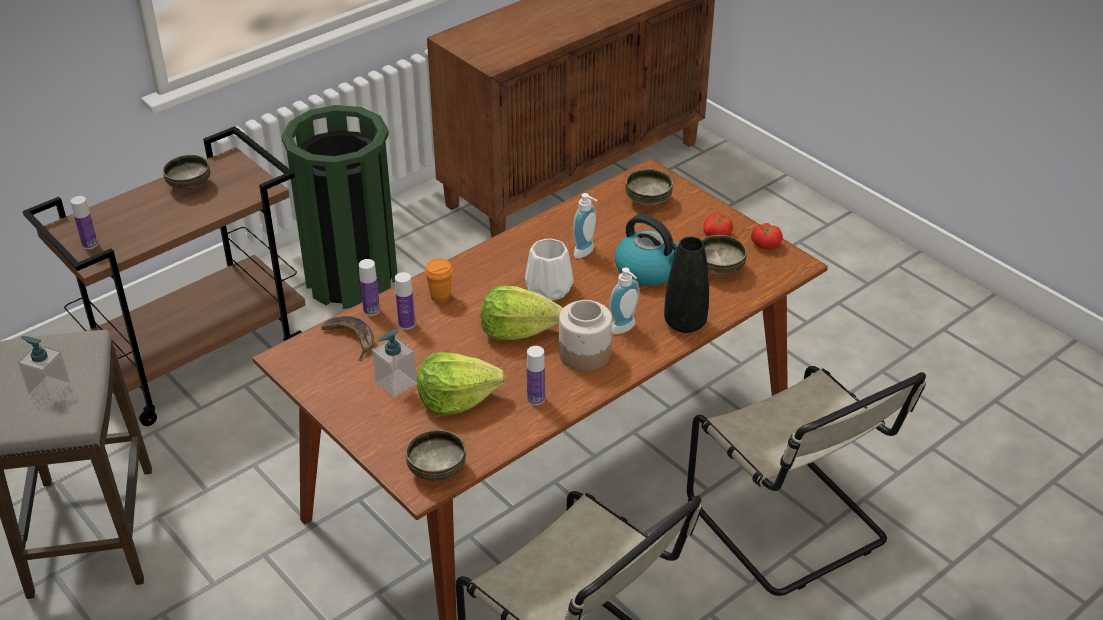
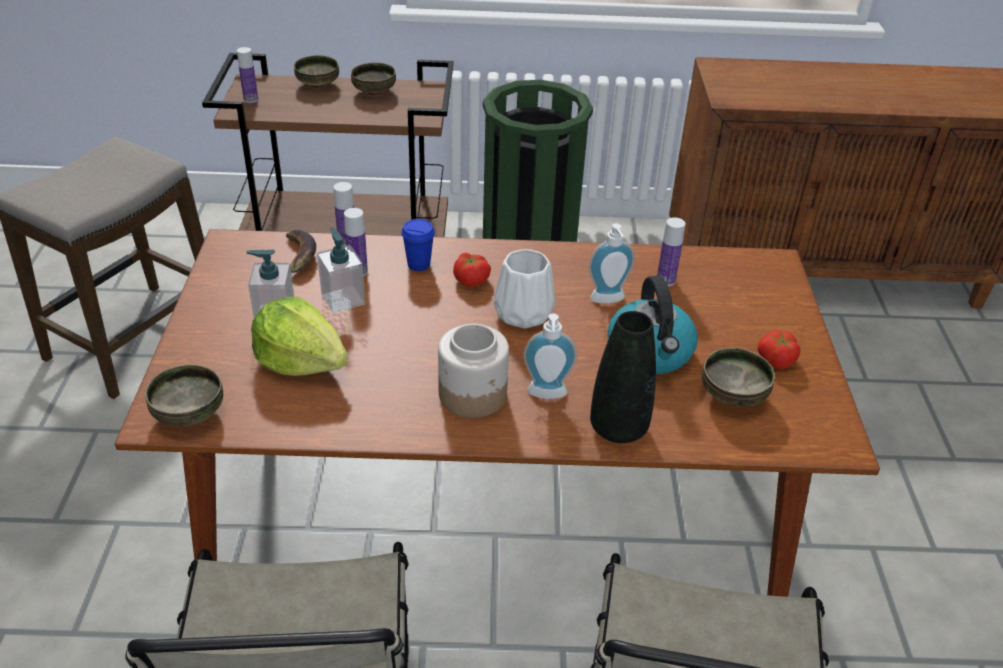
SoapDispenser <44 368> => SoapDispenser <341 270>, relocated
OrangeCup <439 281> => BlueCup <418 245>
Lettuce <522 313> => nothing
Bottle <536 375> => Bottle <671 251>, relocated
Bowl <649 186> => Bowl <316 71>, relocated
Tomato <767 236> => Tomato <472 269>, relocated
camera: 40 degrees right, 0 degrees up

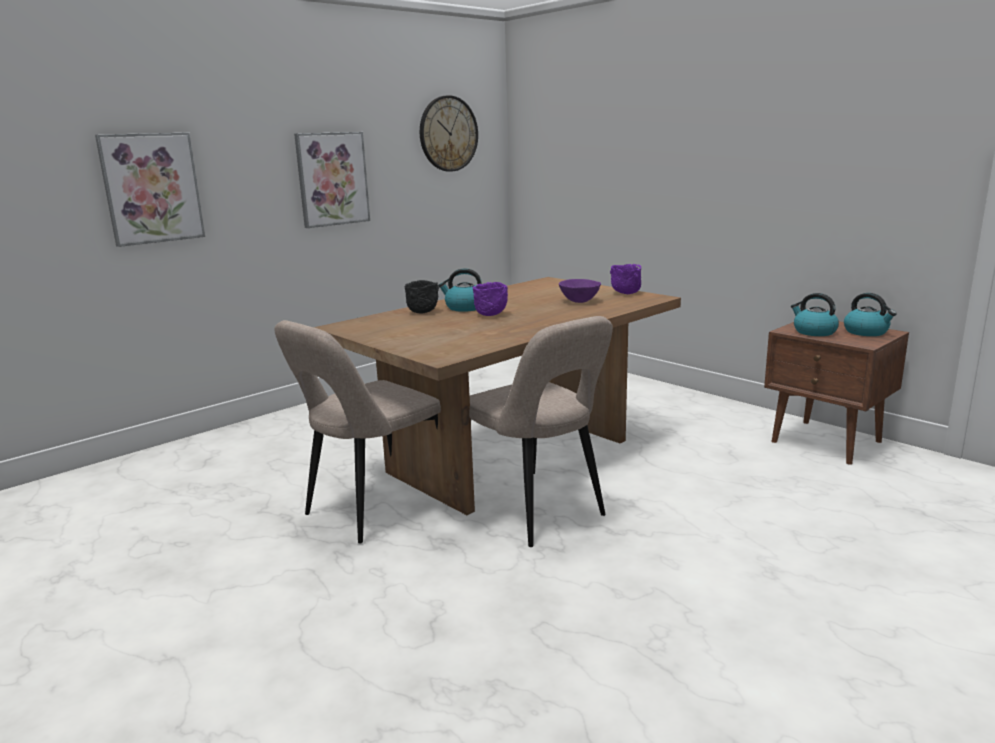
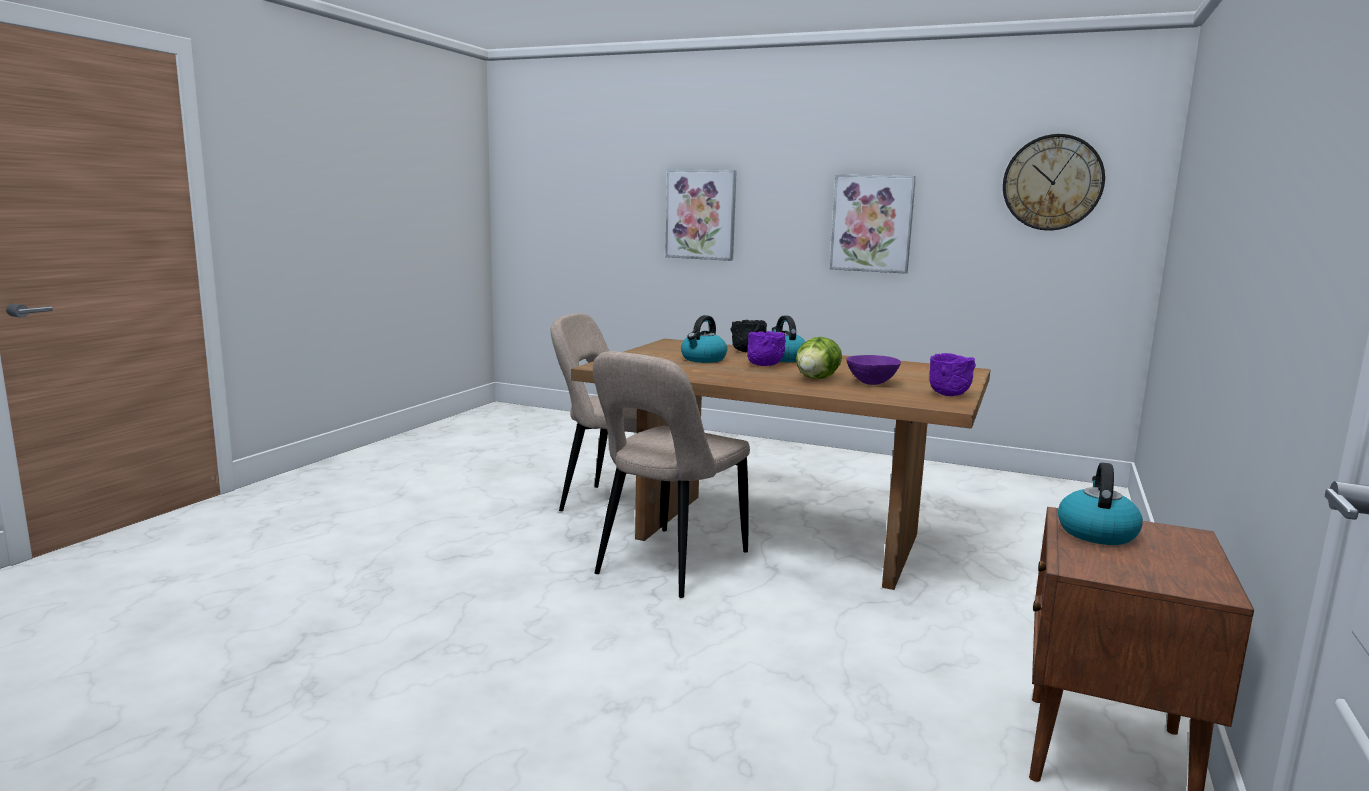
Kettle <870 314> => Kettle <704 339>, relocated
nothing => Lettuce <819 358>
camera: 65 degrees right, 5 degrees down

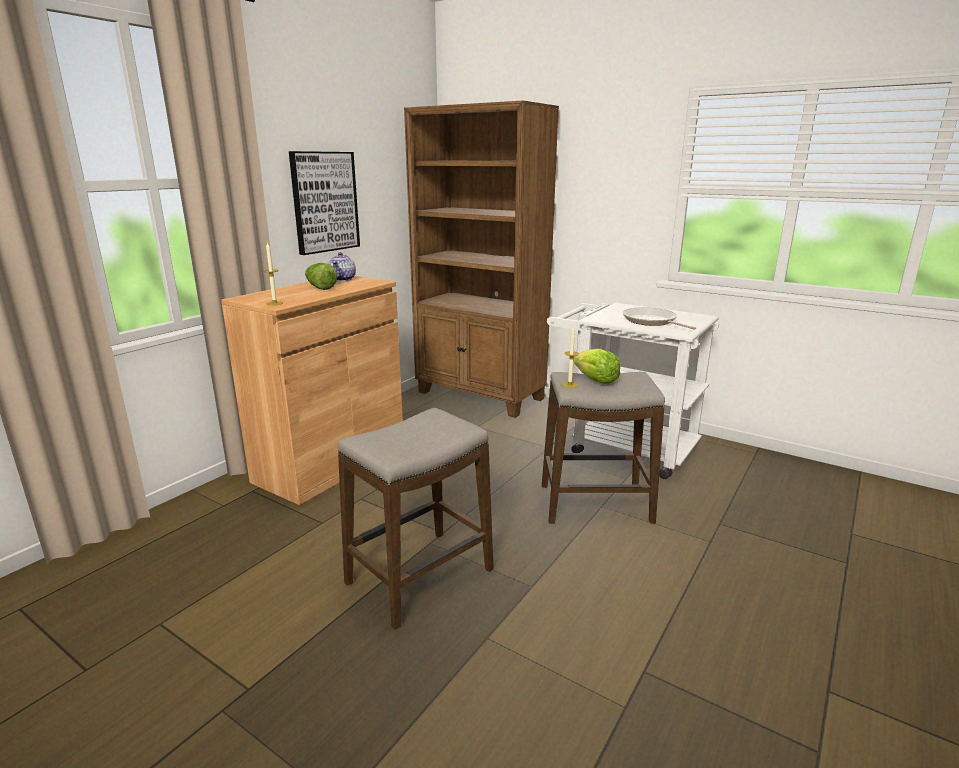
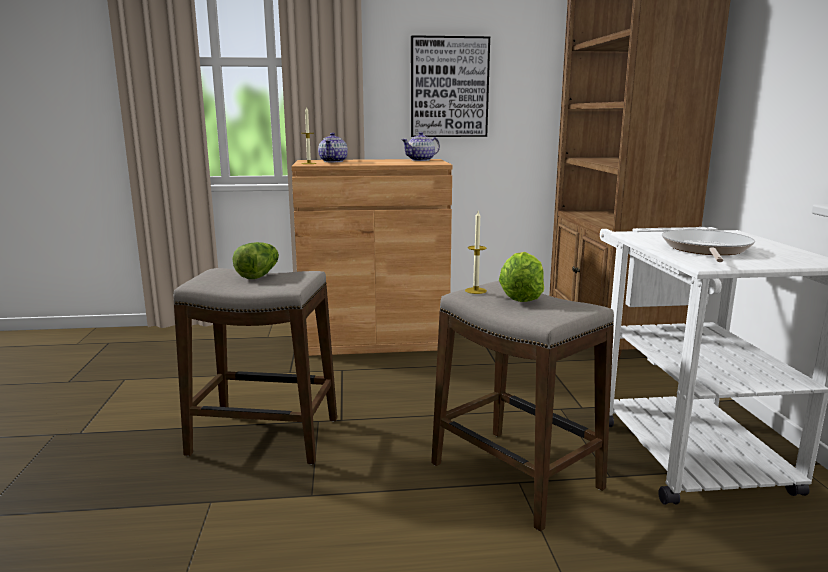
Lettuce <321 276> => Lettuce <255 260>, relocated
nothing => Teapot <333 147>
camera: 50 degrees right, 5 degrees down

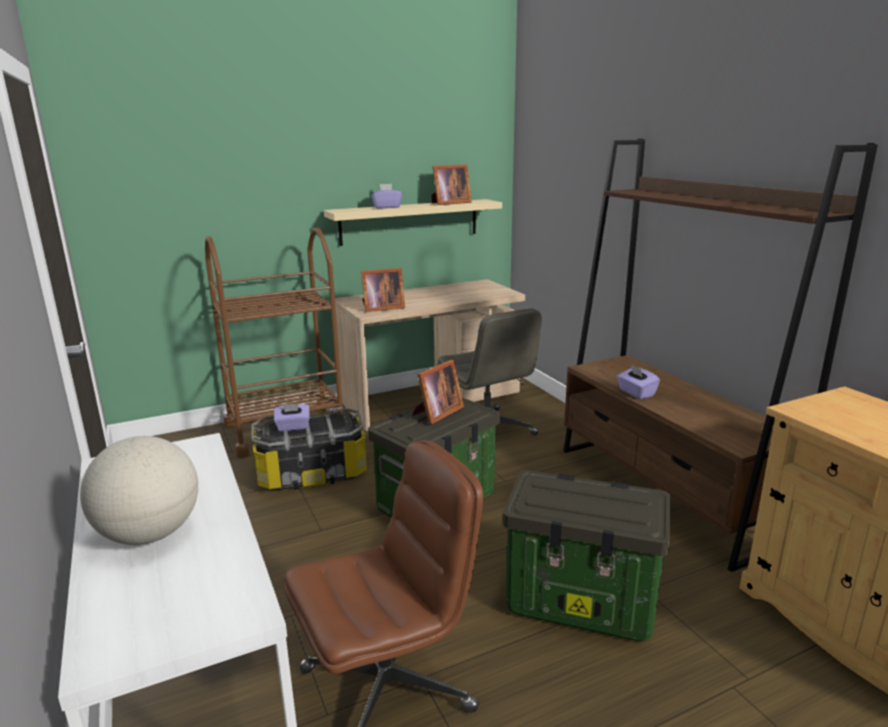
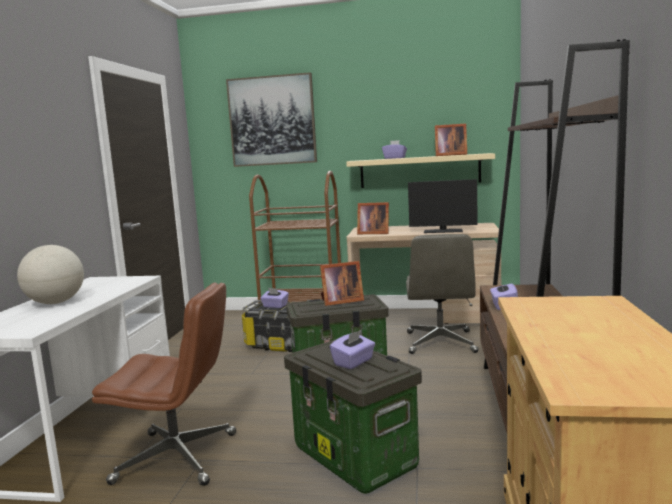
nothing => Picture <271 119>
nothing => PurpleTissueBox <352 349>
nothing => Monitor <443 206>
camera: 35 degrees right, 10 degrees down

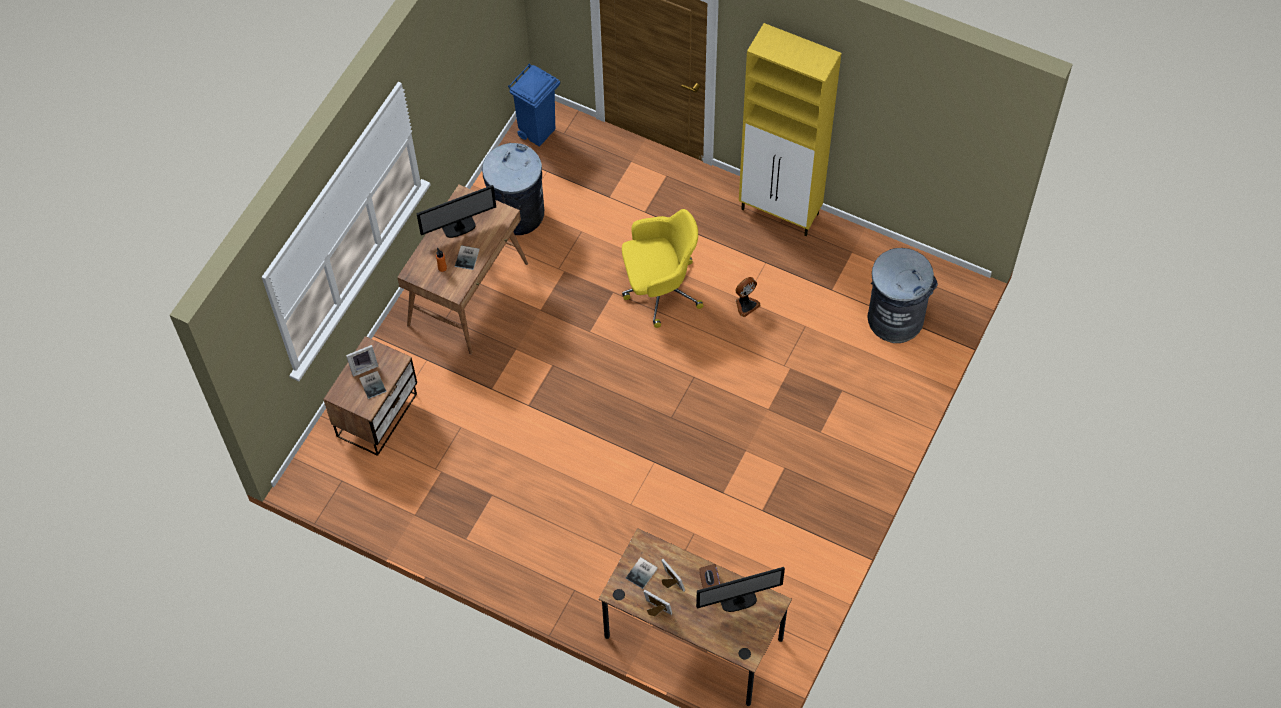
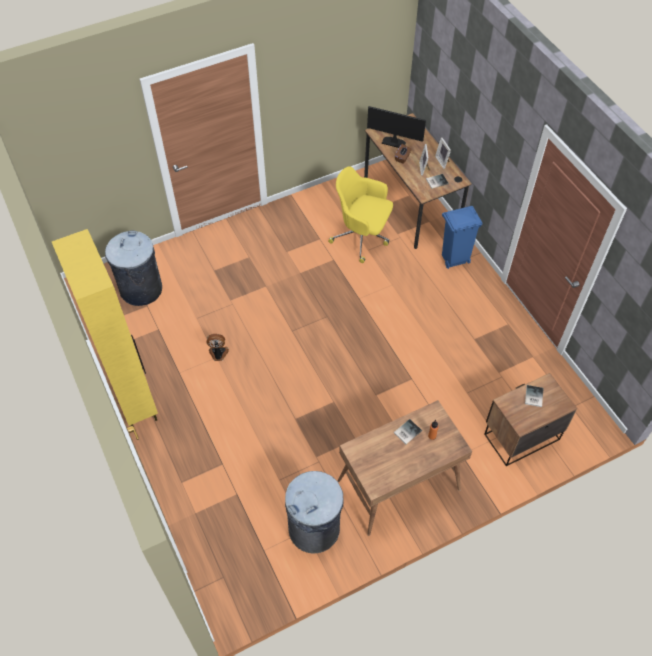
PictureFrame <362 361> => nothing
Monitor <456 211> => nothing
BlueTrashCan <534 105> => BlueTrashCan <462 237>, relocated
YellowOfficeChair <662 268> => YellowOfficeChair <360 214>, relocated
camera: 145 degrees left, 5 degrees down

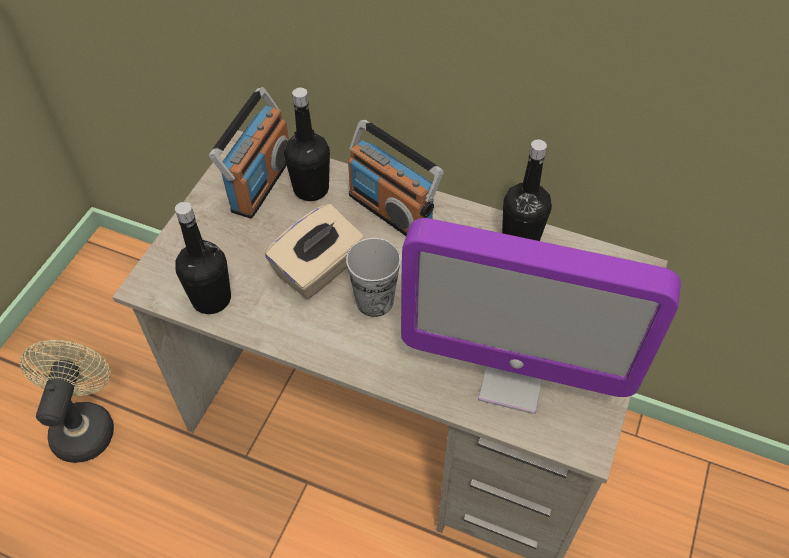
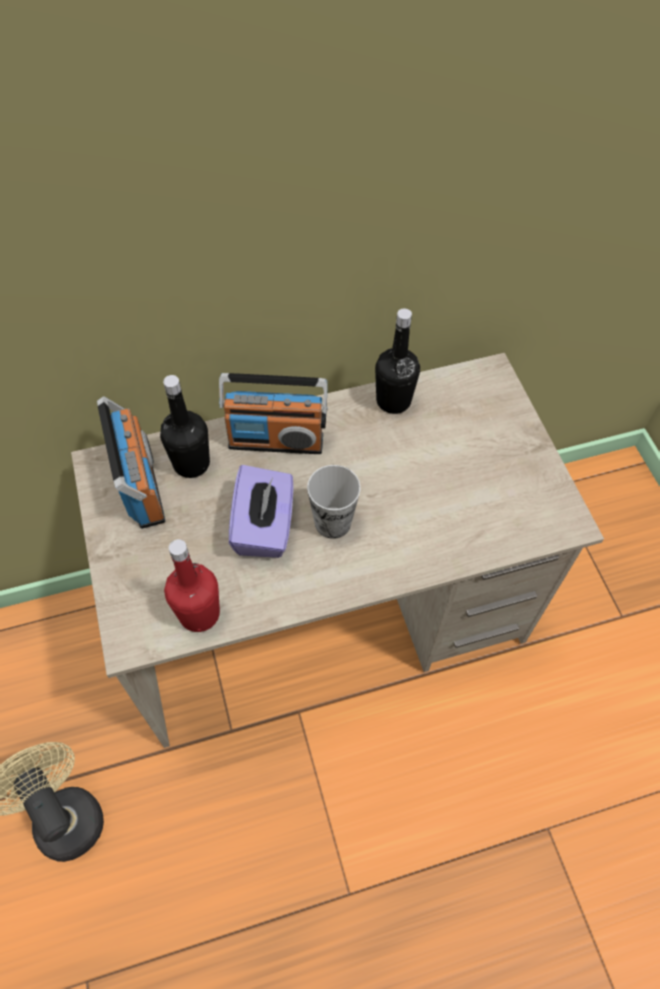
BlackBottle <203 258> => RedBottle <192 585>
BeigeTissueBox <315 251> => PurpleTissueBox <261 511>
Monitor <541 316> => nothing
camera: 40 degrees left, 5 degrees up

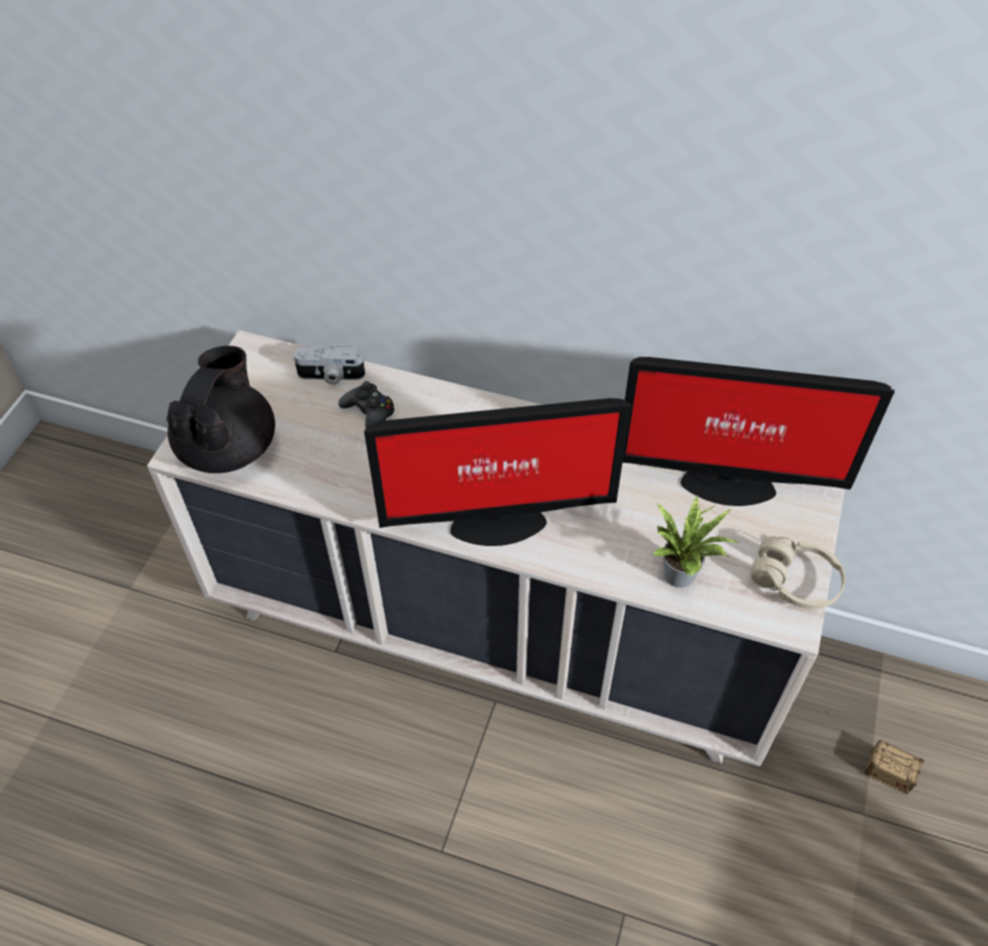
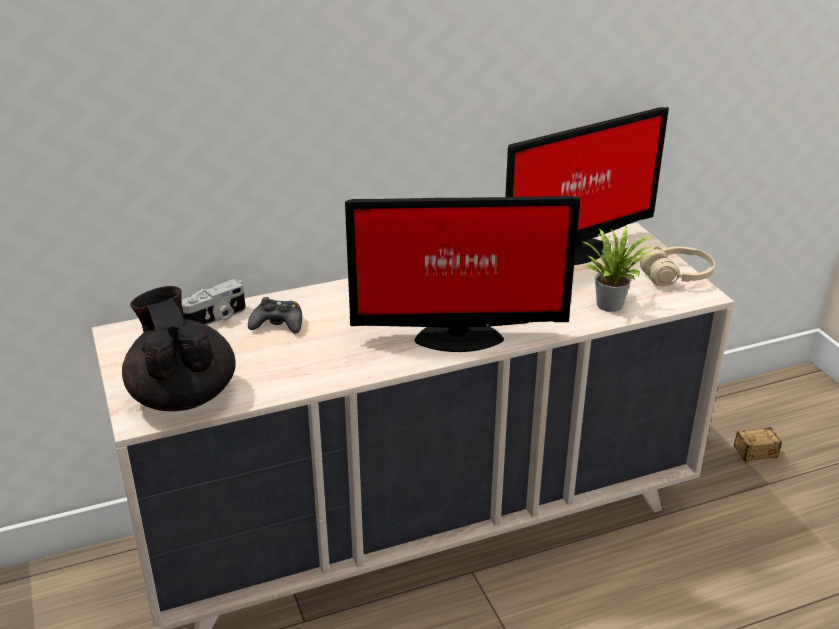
Monitor <497 472> => Monitor <462 274>, 45 degrees clockwise
camera: 40 degrees left, 20 degrees down

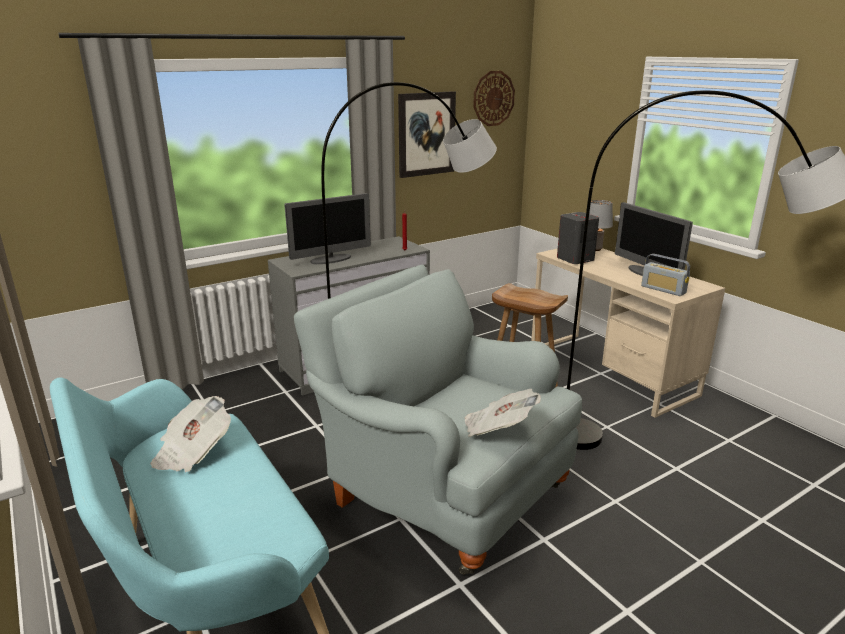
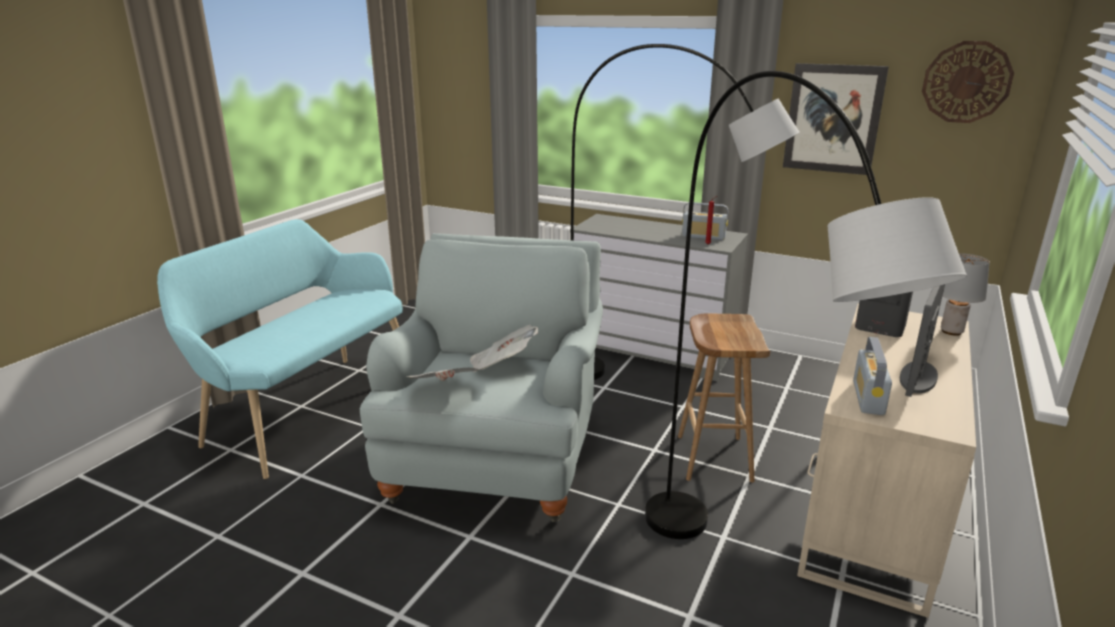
Newspaper <191 434> => Newspaper <504 348>, relocated
Monitor <327 228> => nothing
nothing => Radio <705 221>
camera: 60 degrees right, 0 degrees up

